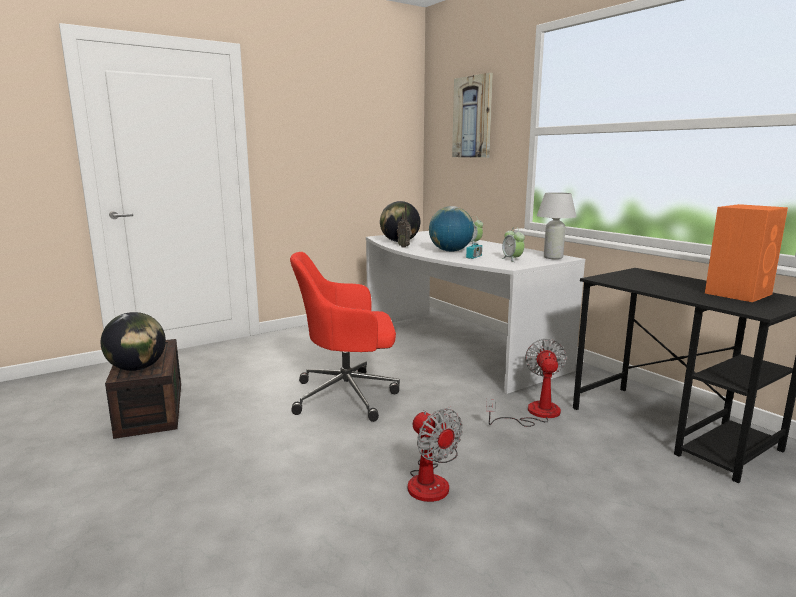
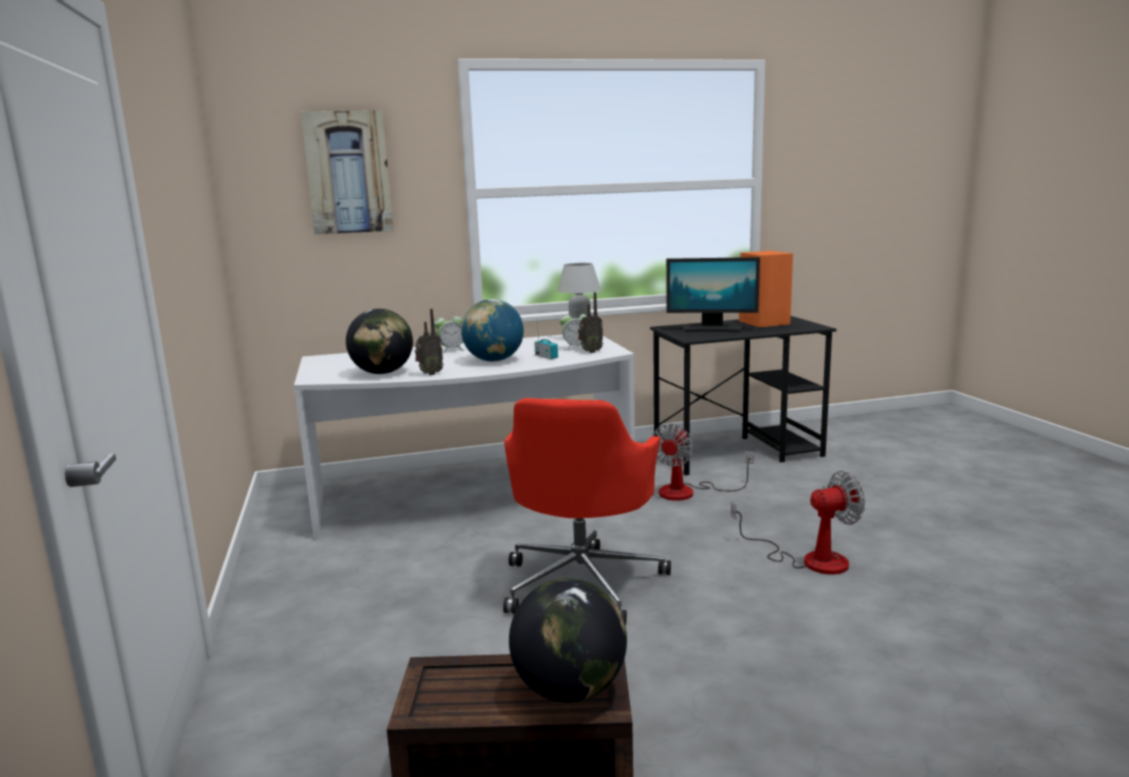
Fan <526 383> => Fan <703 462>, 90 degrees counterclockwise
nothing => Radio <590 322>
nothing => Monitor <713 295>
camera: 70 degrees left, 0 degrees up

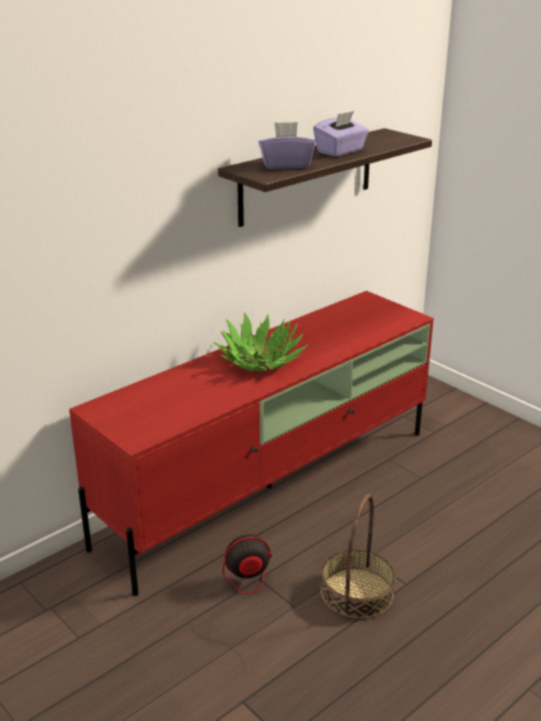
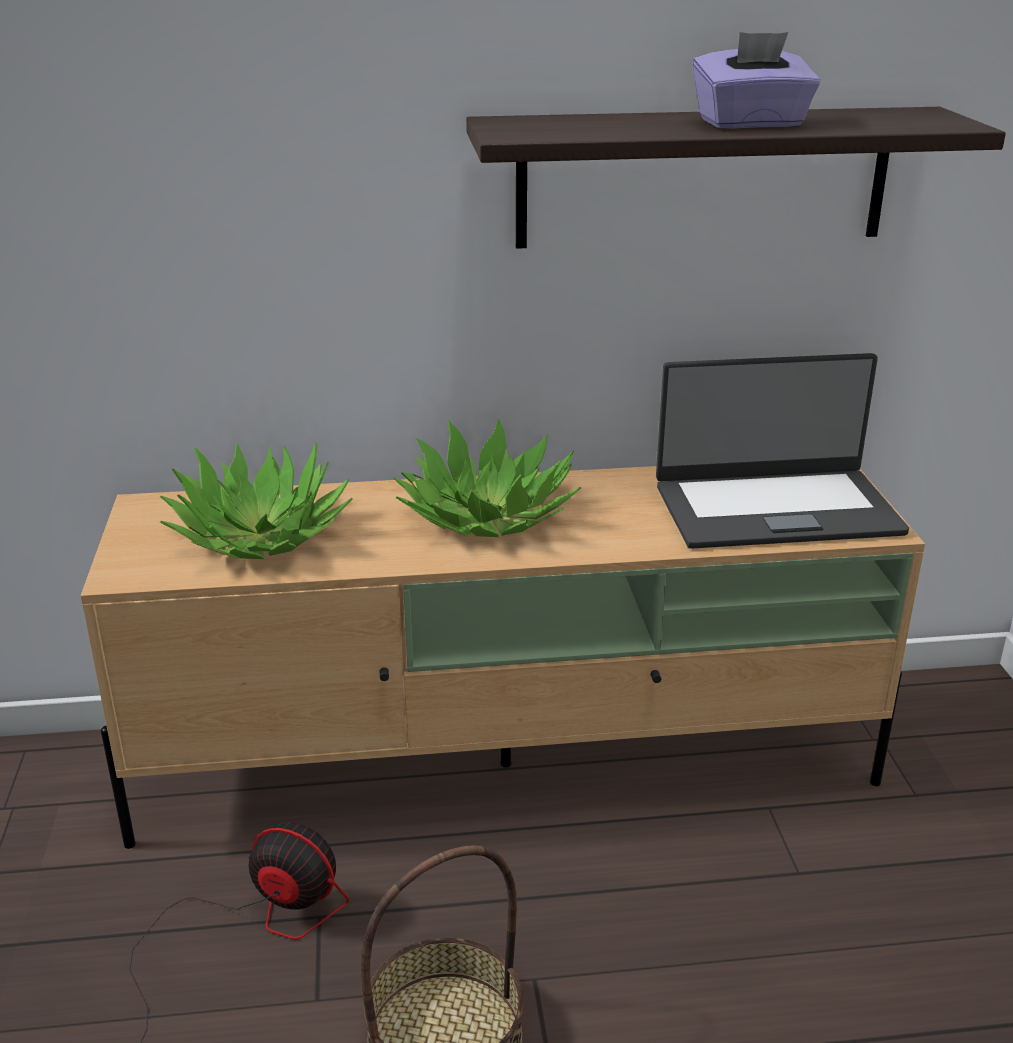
RedTvStand <251 443> => BeigeTvStand <503 657>
PurpleTissueBox <286 145> => nothing
nothing => PottedPlant <256 501>
nothing => Laptop <782 451>
camera: 35 degrees right, 0 degrees up

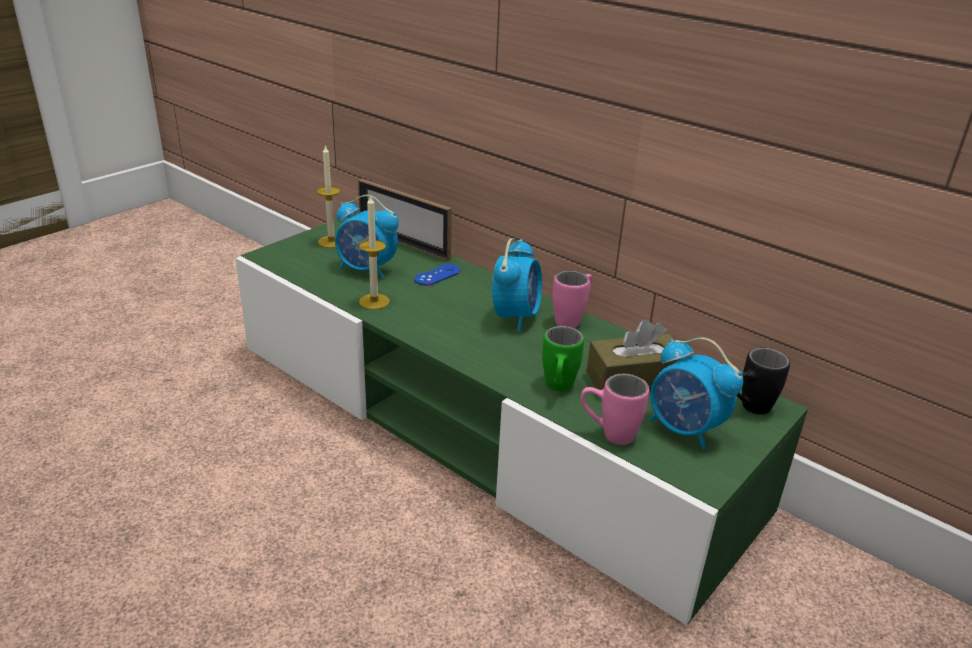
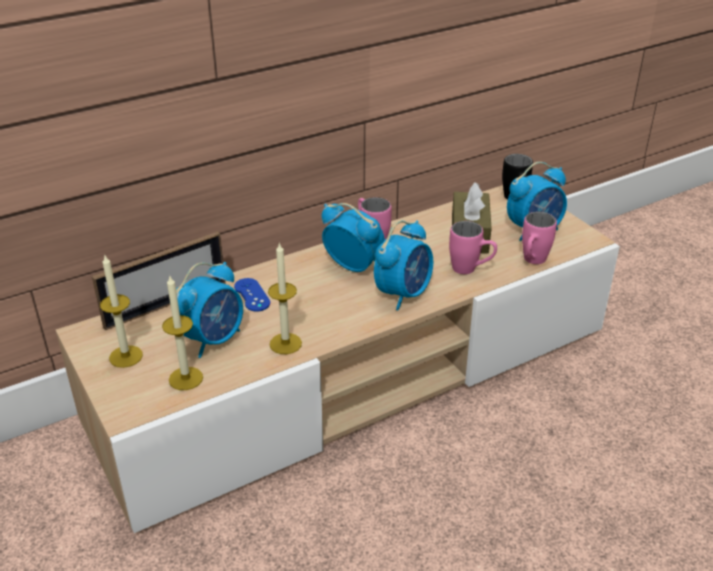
GreenTvStand <521 419> => BeigeTvStand <338 359>
GreenMug <563 358> => PinkMug <473 247>
nothing => Candle <182 333>
nothing => AlarmClock <403 265>
camera: 70 degrees left, 5 degrees up

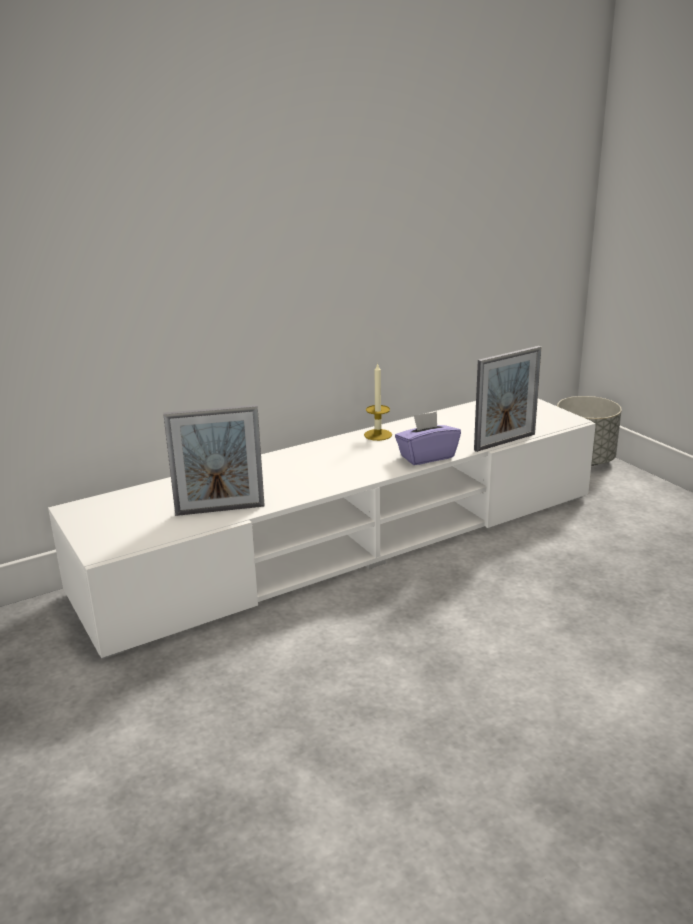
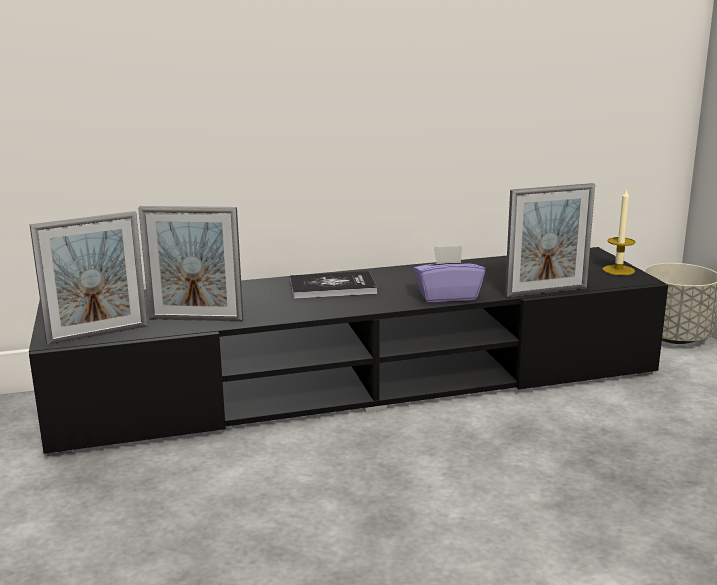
WhiteTvStand <322 528> => BlackTvStand <348 351>
Candle <378 401> => Candle <619 231>, relocated
nothing => PictureFrame <88 278>
nothing => Book <333 285>
camera: 15 degrees right, 5 degrees down

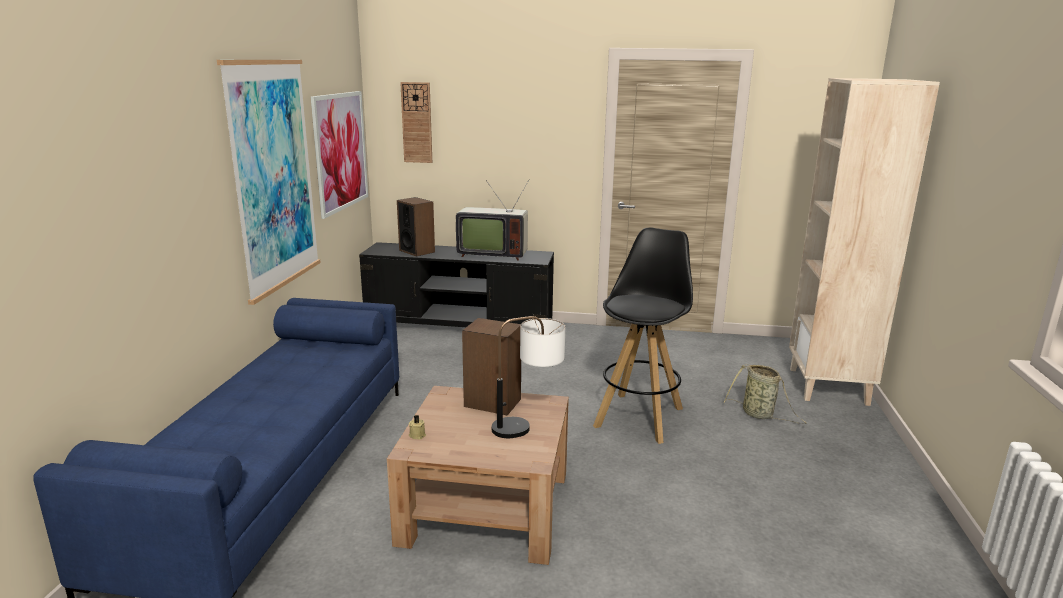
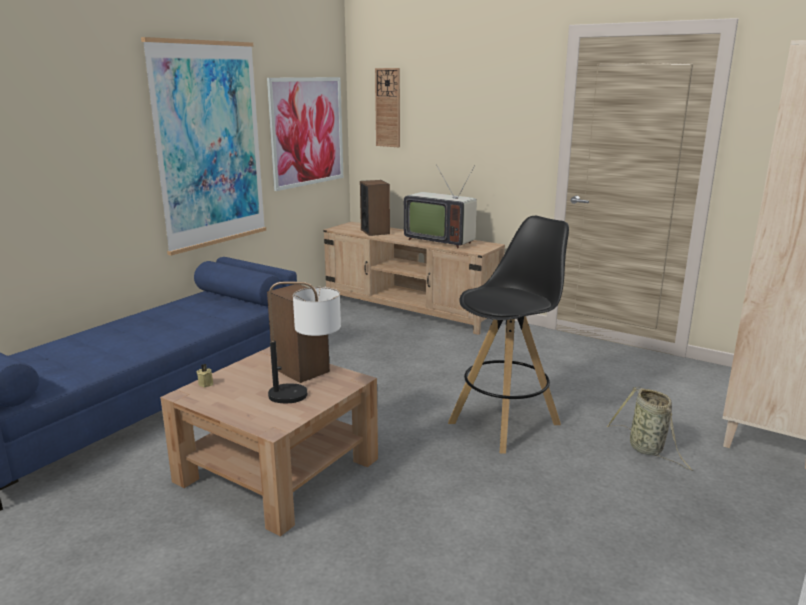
BlackTvStand <456 284> => BeigeTvStand <414 278>
camera: 25 degrees right, 0 degrees up

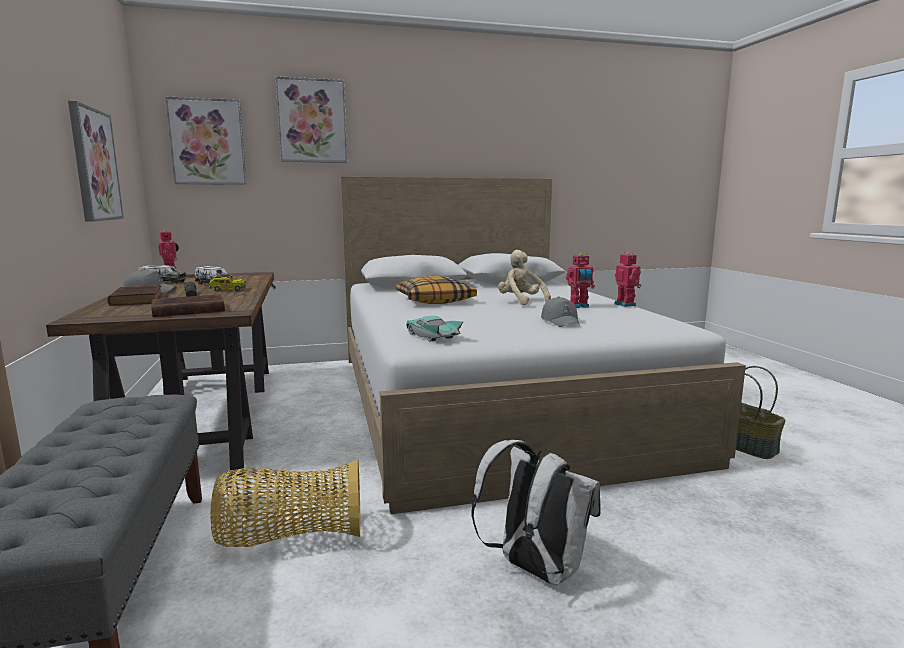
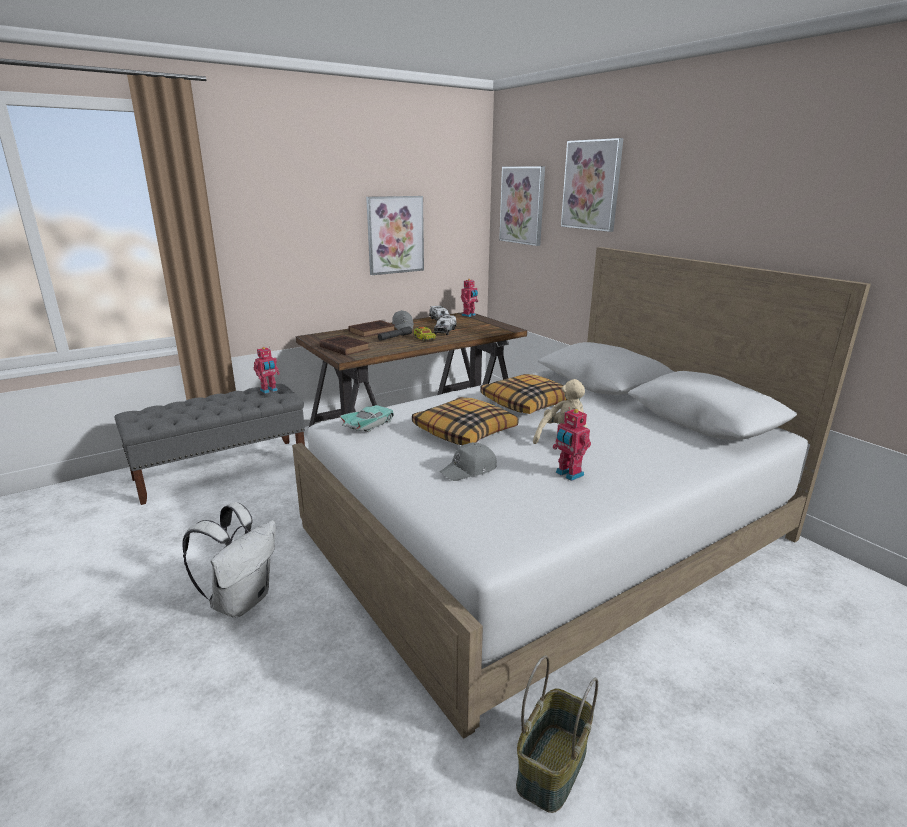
Basket <285 503> => nothing
ToyRobot <627 279> => ToyRobot <267 370>, relocated
nothing => Pillow <465 421>
camera: 70 degrees right, 10 degrees up

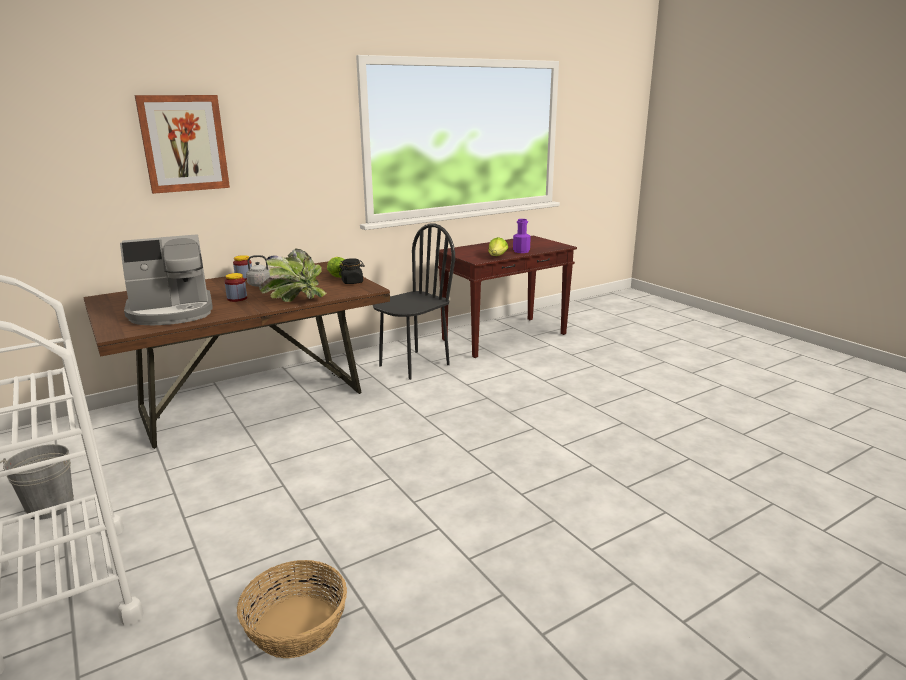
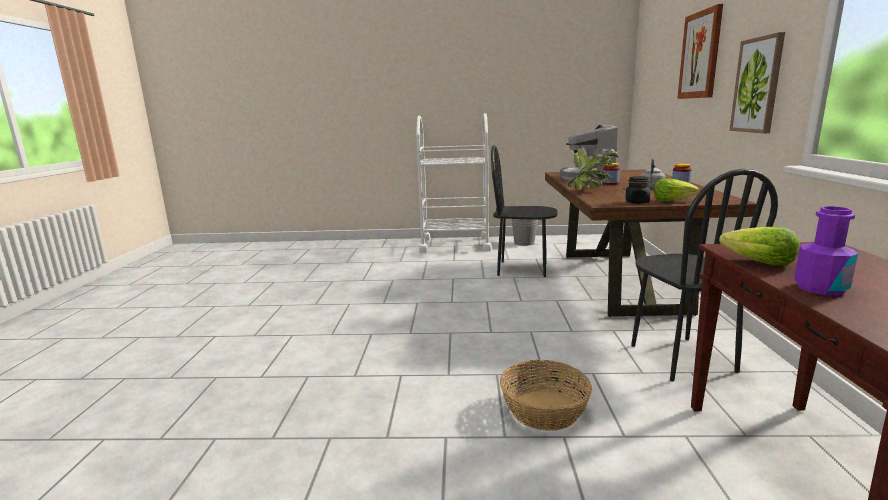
Basket <292 609> => Basket <546 395>, relocated
nothing => BlackChair <524 211>
nothing => Picture <757 82>
camera: 125 degrees right, 5 degrees down

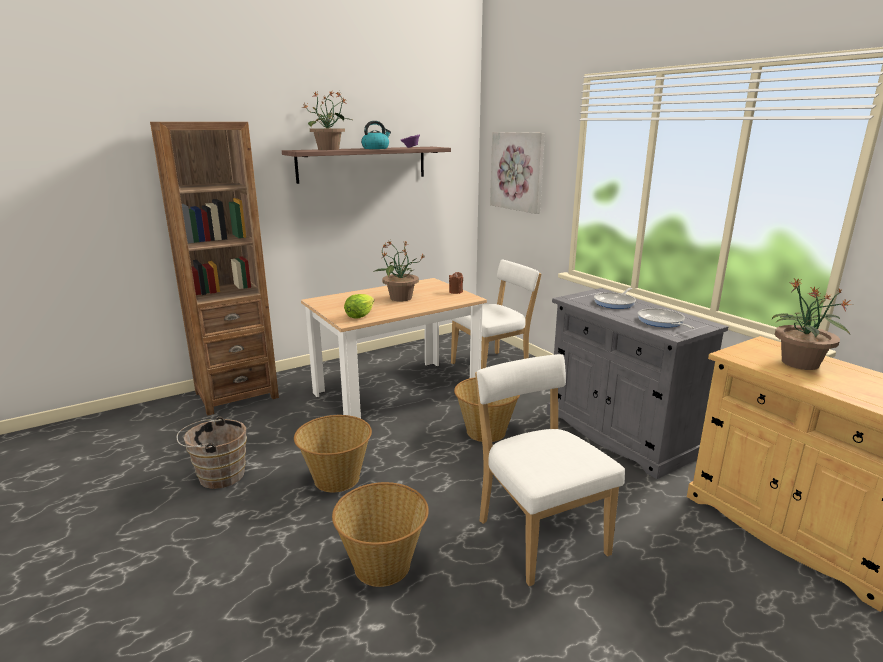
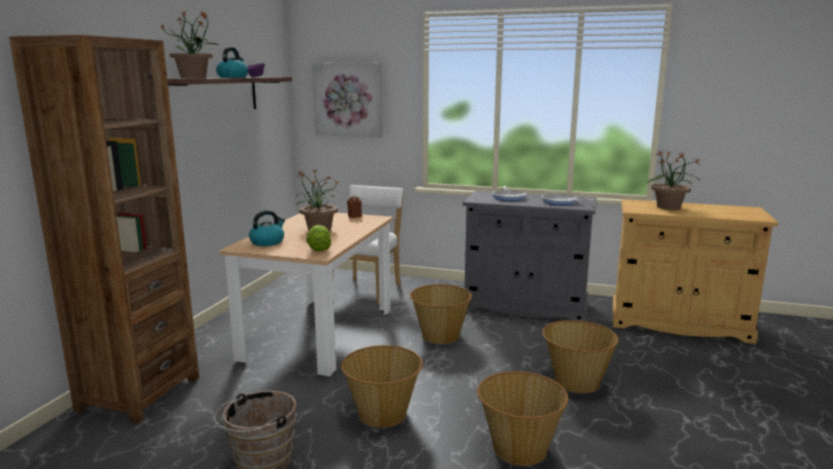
WhiteChair <550 470> => Basket <580 356>
nothing => Kettle <267 228>
camera: 40 degrees left, 5 degrees down

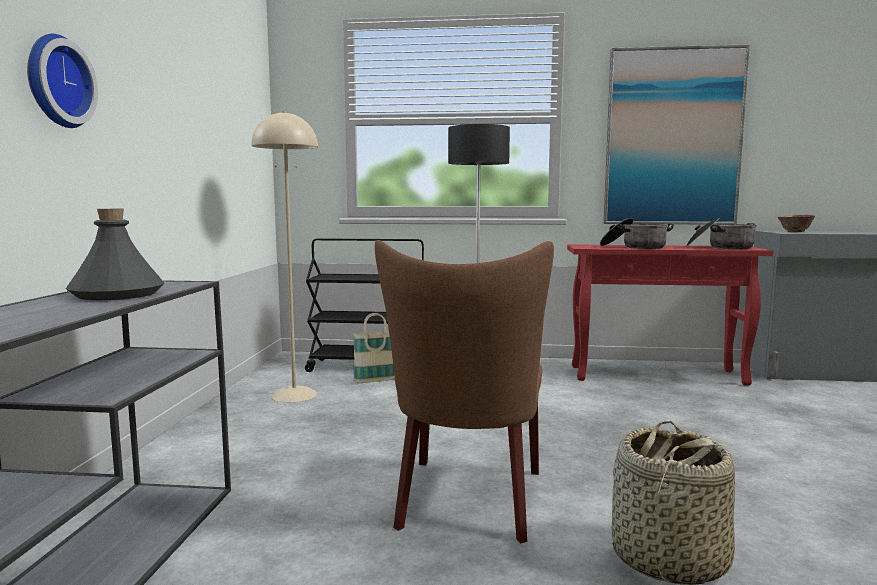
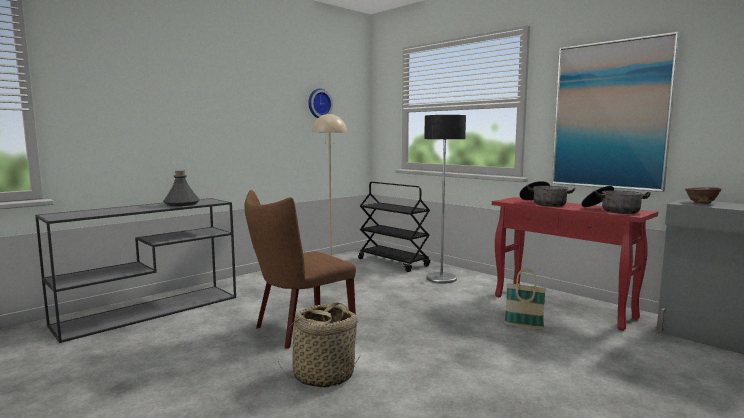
WallClock <62 81> => WallClock <320 103>, relocated
Basket <374 348> => Basket <525 299>, relocated
camera: 40 degrees right, 0 degrees up

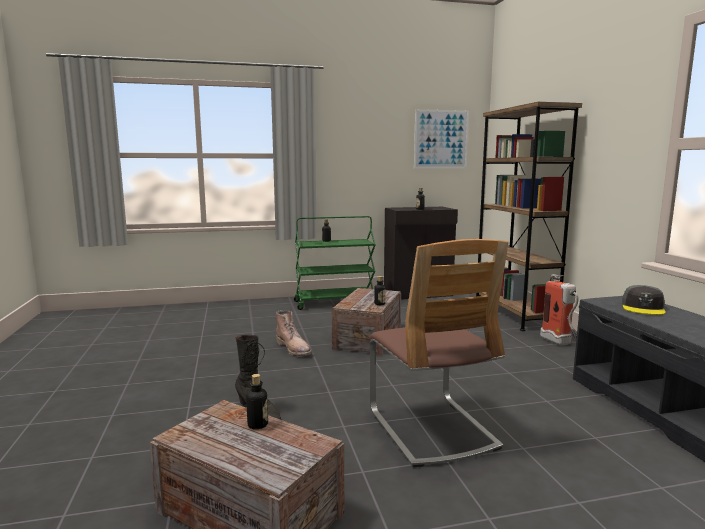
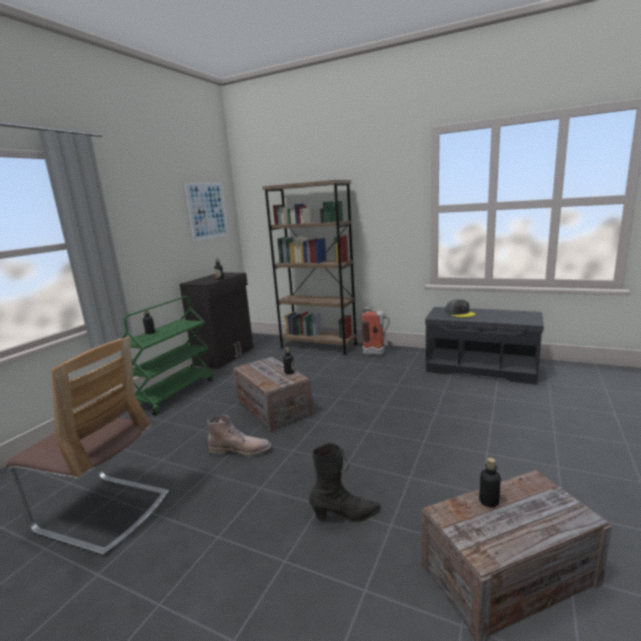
Chair <439 353> => Chair <87 446>, relocated
camera: 50 degrees left, 5 degrees up

